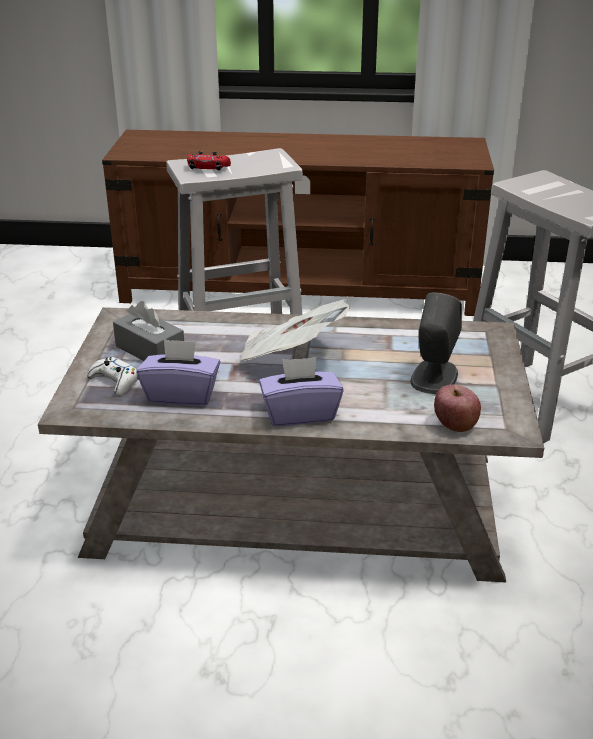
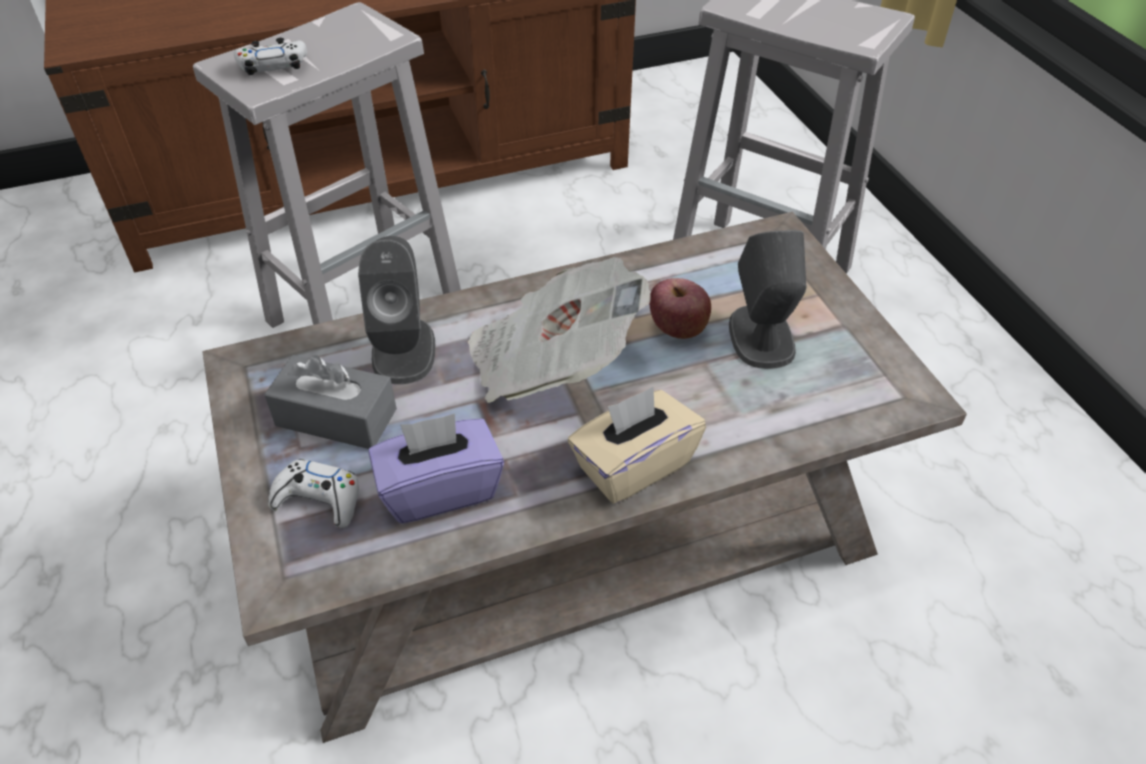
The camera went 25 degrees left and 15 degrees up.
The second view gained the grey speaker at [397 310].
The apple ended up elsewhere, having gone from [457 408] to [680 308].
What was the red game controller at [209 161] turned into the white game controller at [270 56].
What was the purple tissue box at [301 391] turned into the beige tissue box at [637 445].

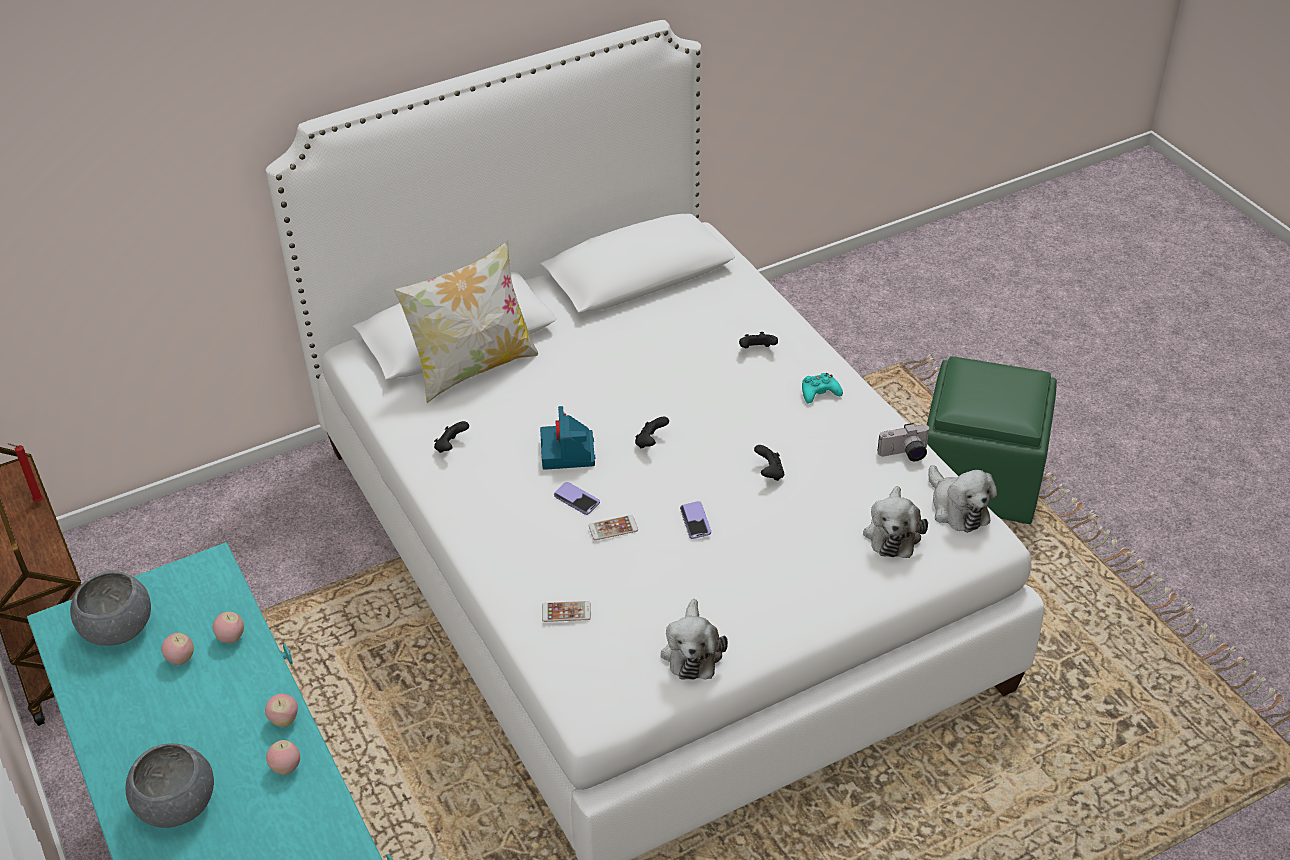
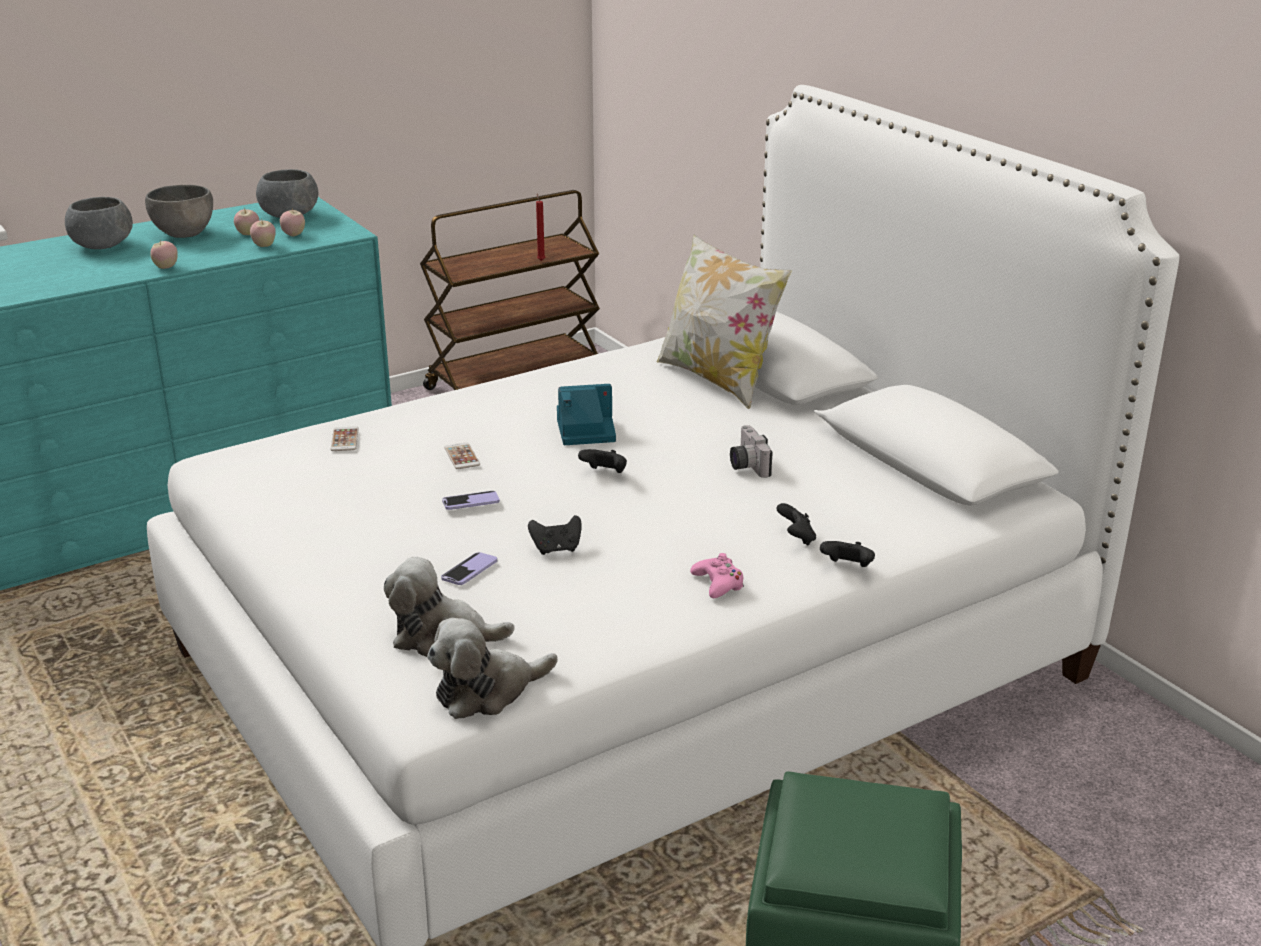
The camera went 85 degrees right and 15 degrees down.
The second view lost the plush toy at [694 639].
The second view gained the grey bowl at [179 211].
The apple ended up elsewhere, having gone from [283 757] to [292 222].
The black game controller ended up elsewhere, having gone from [451 437] to [847 554].
The phone ended up elsewhere, having gone from [577 498] to [469 568].
The photo camera ended up elsewhere, having gone from [904 442] to [751 451].
What was the turquoise game controller at [822 388] turned into the pink game controller at [717 575].

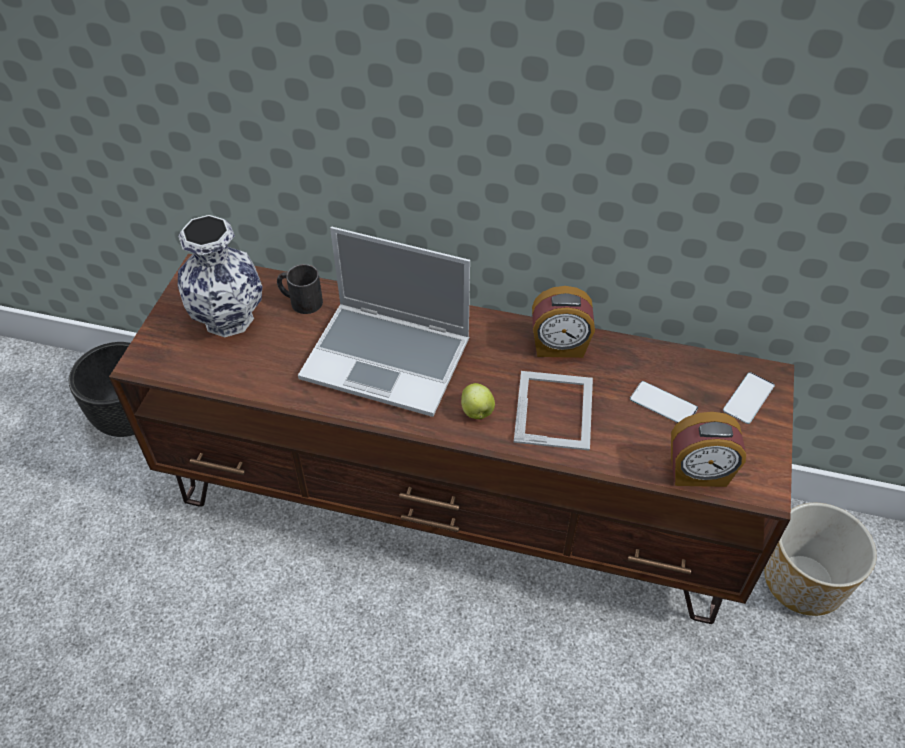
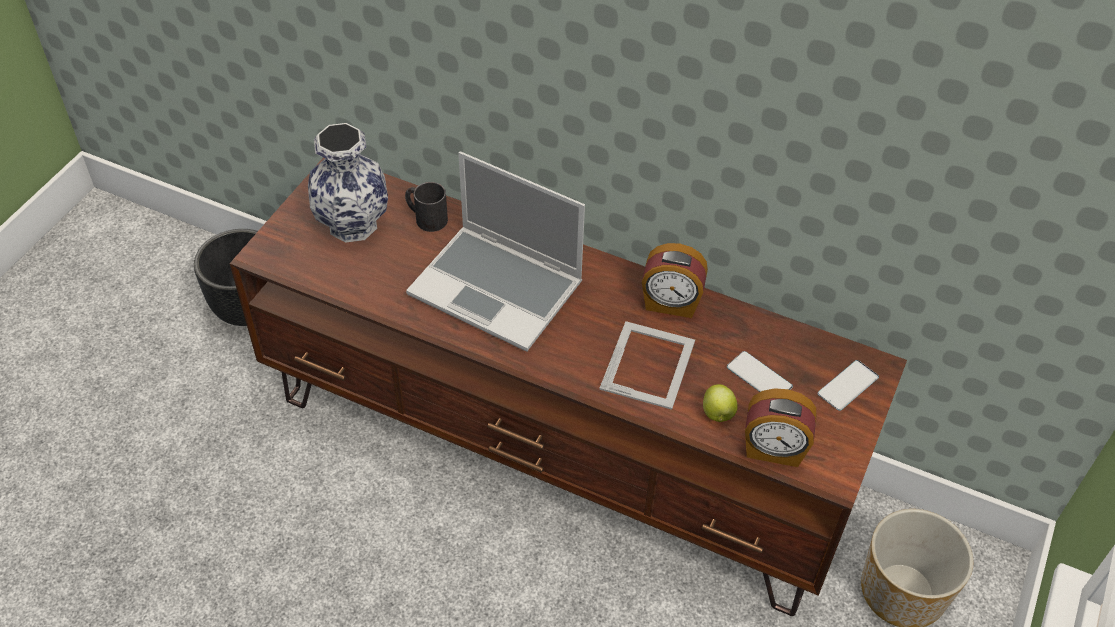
The camera went 10 degrees right and 0 degrees up.
The apple ended up elsewhere, having gone from [478 401] to [720 403].

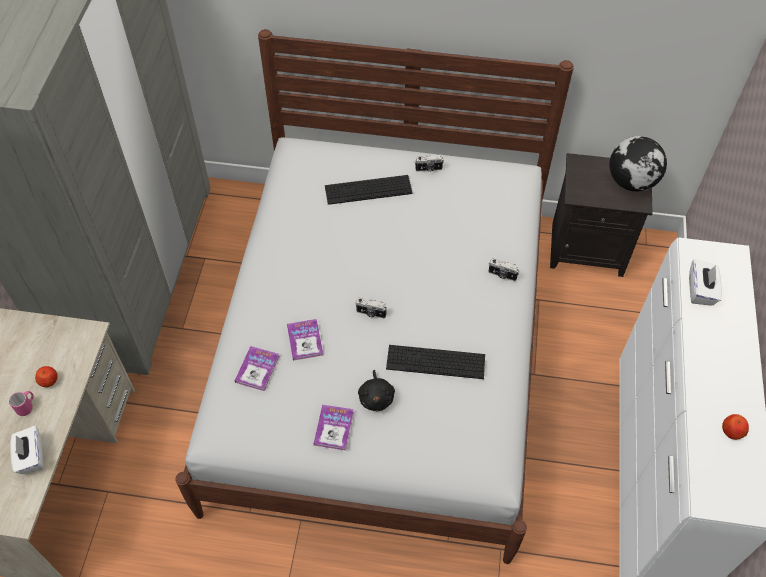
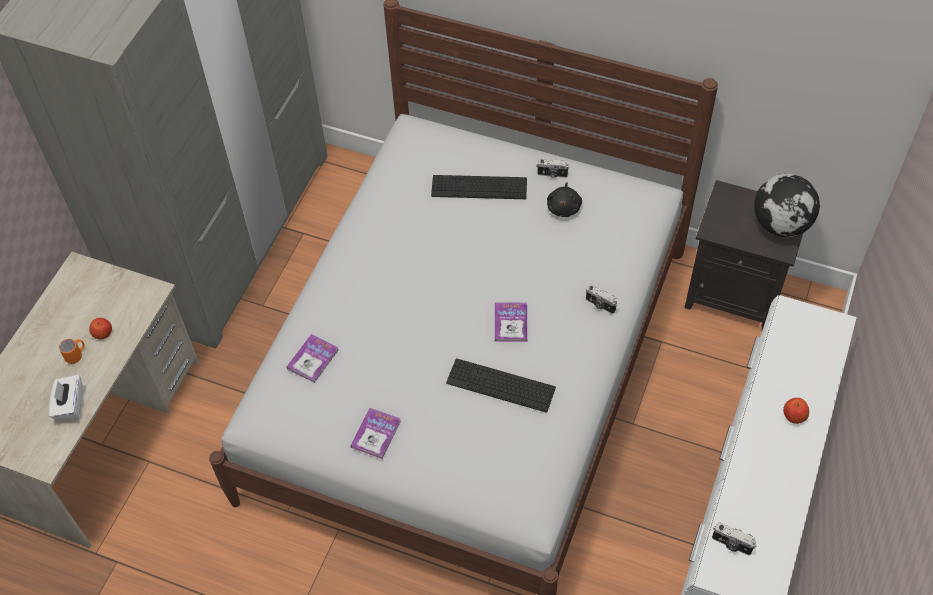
The camera went 15 degrees right and 0 degrees up.
The second view lost the white tissue box at [705 282].
The book ended up elsewhere, having gone from [305 340] to [511 322].
The photo camera ended up elsewhere, having gone from [371 308] to [734 538].
The black plush toy ended up elsewhere, having gone from [376 390] to [564 199].
The apple ended up elsewhere, having gone from [735 427] to [796 411].
What was the pink mug at [21 403] turned into the orange mug at [72 351].

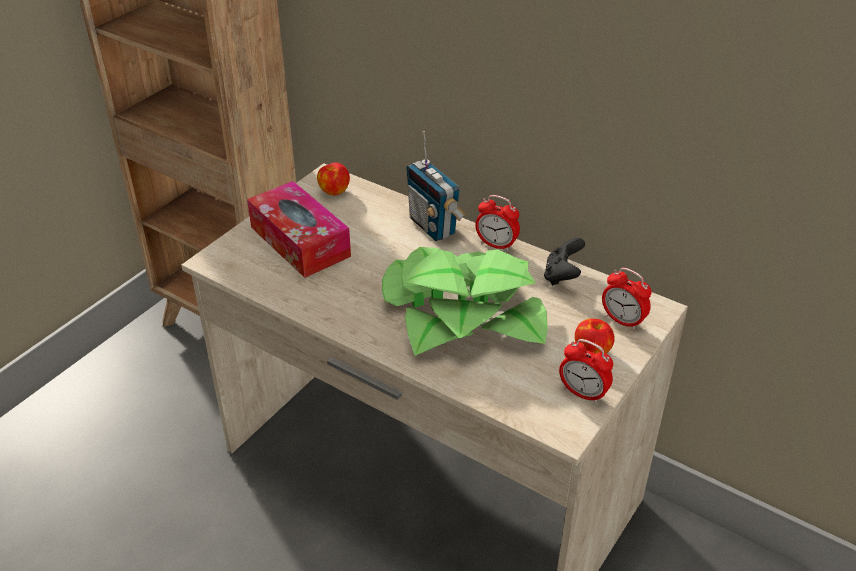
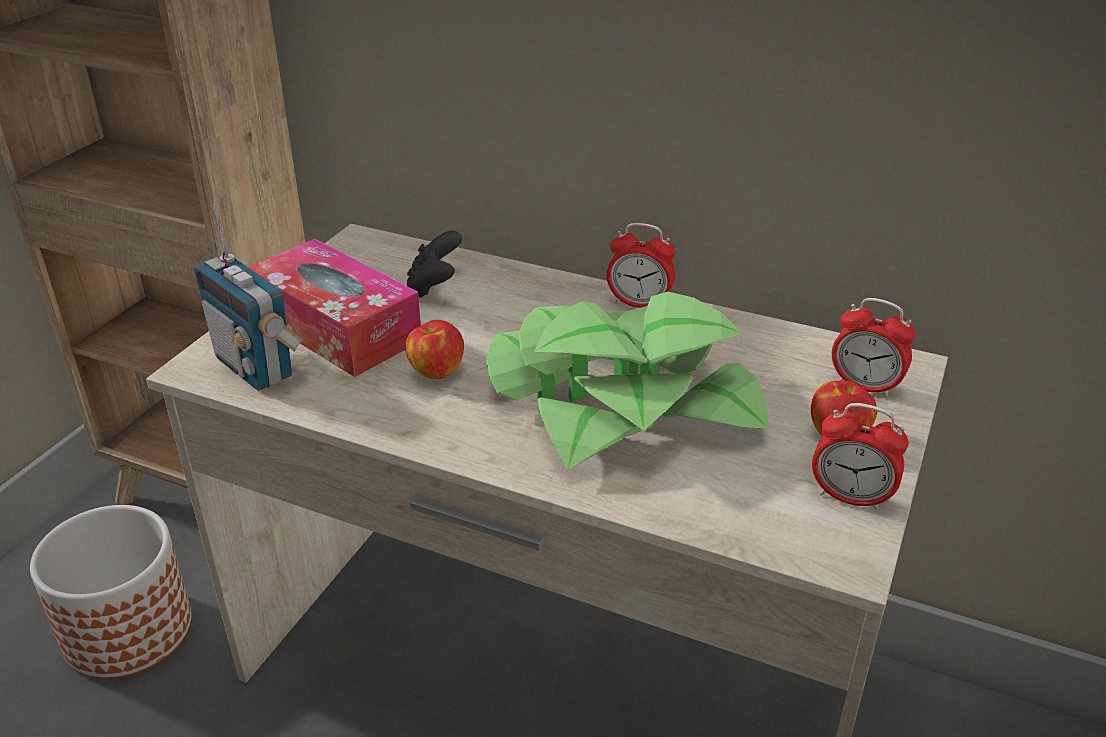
The camera went 10 degrees left and 5 degrees down.
The second view gained the planter at [111 592].
The apple ended up elsewhere, having gone from [333 179] to [434 349].
The radio ended up elsewhere, having gone from [436 186] to [249 297].
The black game controller ended up elsewhere, having gone from [564 262] to [434 264].

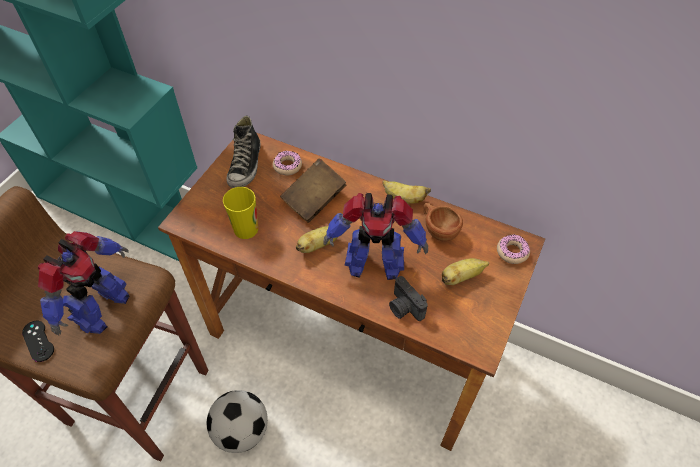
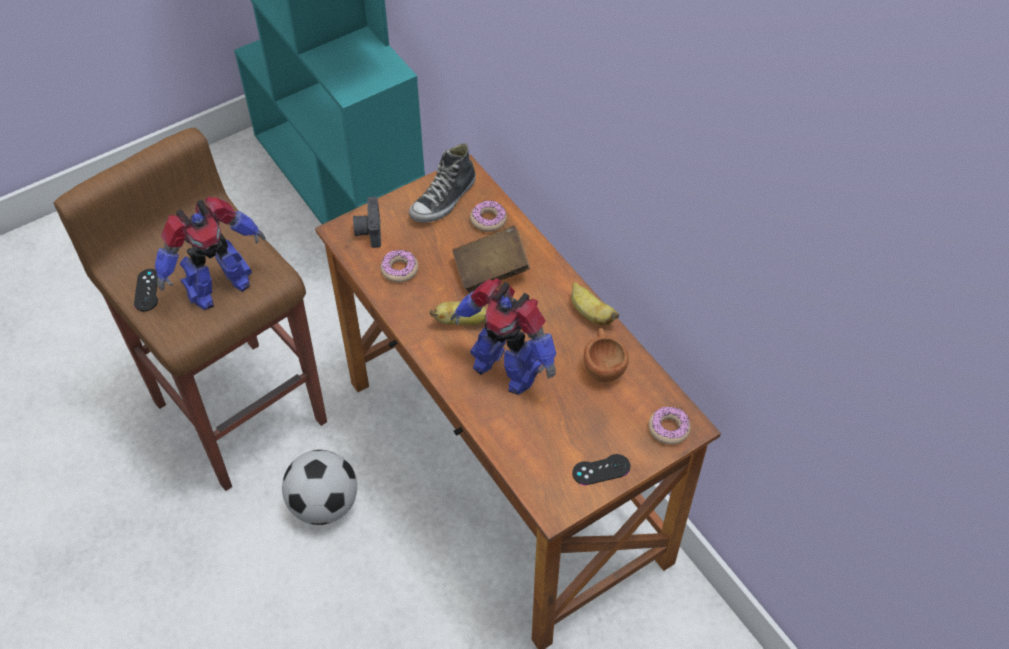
The camera went 30 degrees right and 0 degrees up.
The second view lost the banana at [465 271].
The second view gained the black game controller at [601 469].
The photo camera ended up elsewhere, having gone from [408 298] to [367 222].
Where the cup stood at [240 213], the donut came to stand at [399 266].

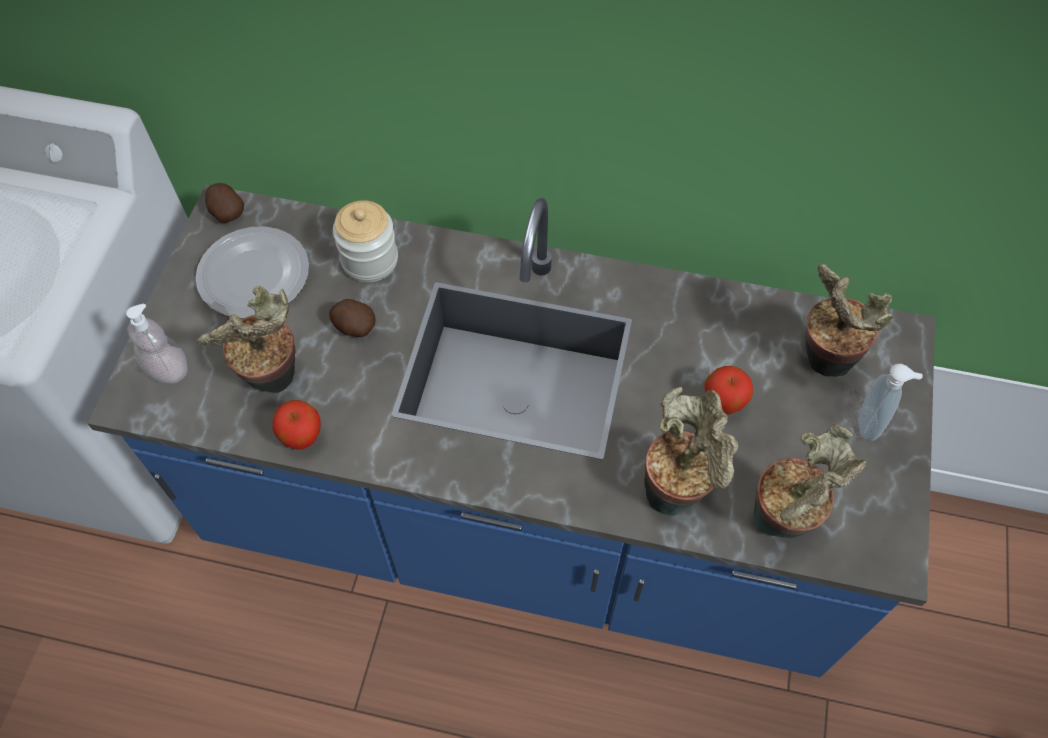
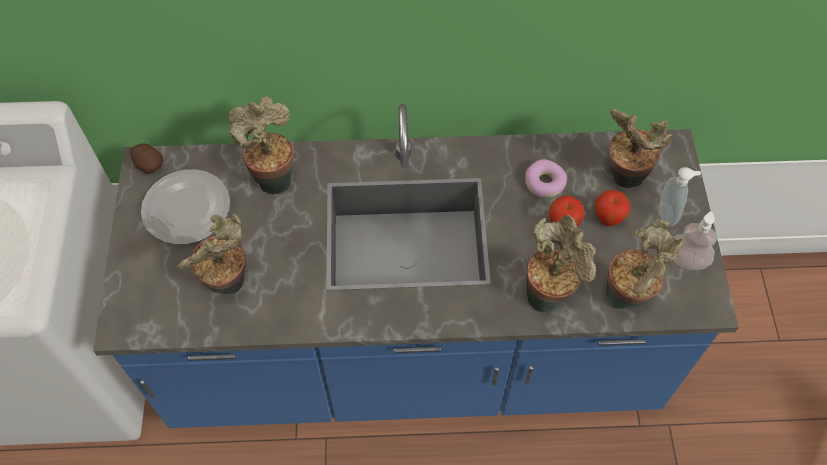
The camera went 15 degrees left and 0 degrees up.
The second view lost the potato at [352 318].
The second view gained the donut at [546 178].
The soap dispenser ended up elsewhere, having gone from [157 344] to [695 240].
The apple ended up elsewhere, having gone from [296 425] to [612 208].
Where the jar stood at [365 241], the potted plant came to stand at [260 145].

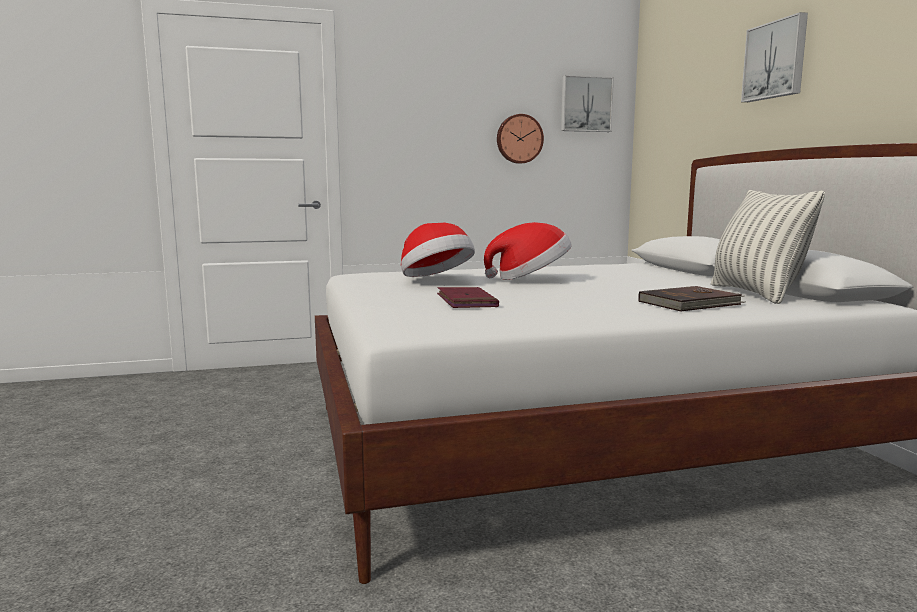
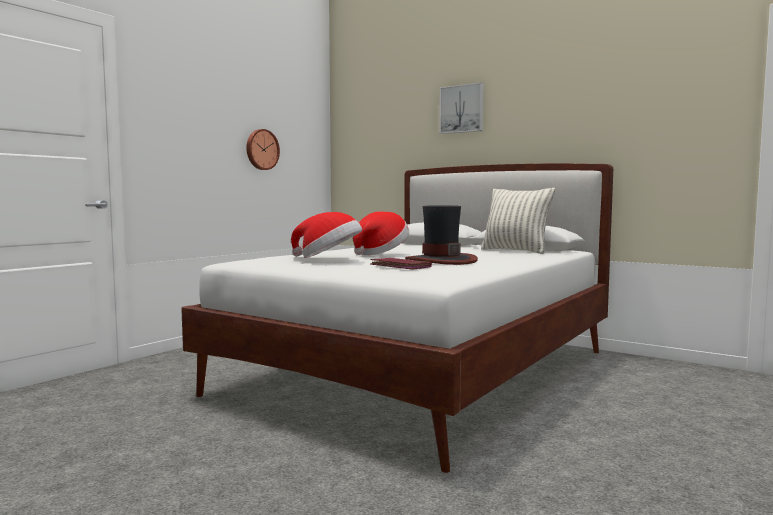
The camera went 40 degrees left and 5 degrees down.
The second view lost the picture at [587 103].
The second view lost the brown book at [691 298].
The second view gained the hat at [441 235].

